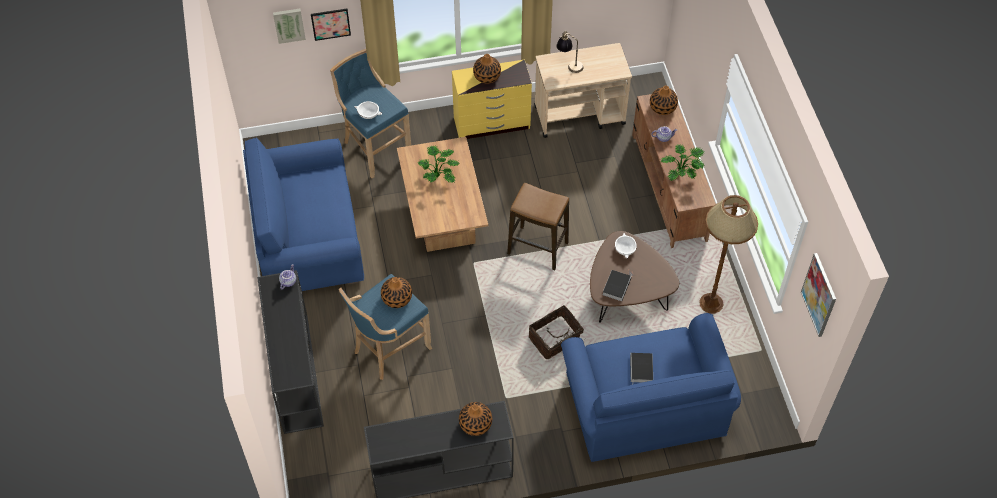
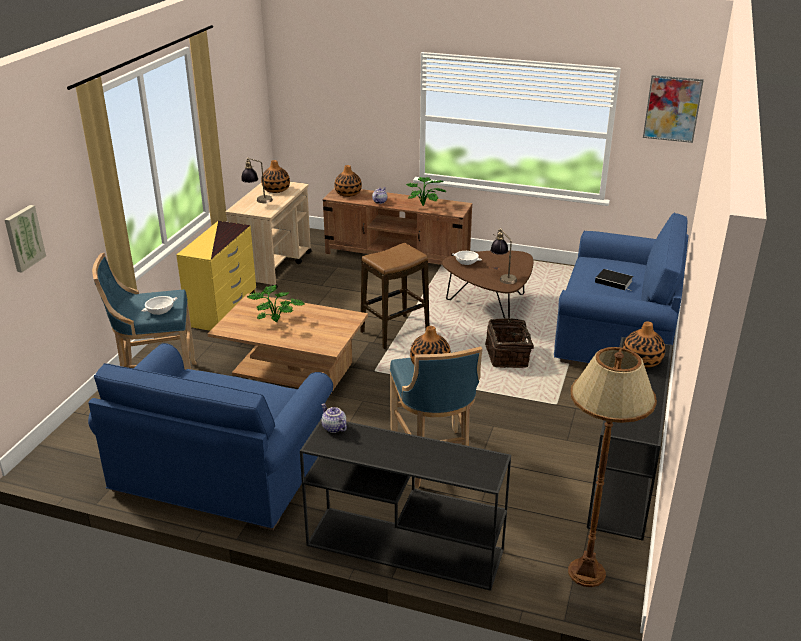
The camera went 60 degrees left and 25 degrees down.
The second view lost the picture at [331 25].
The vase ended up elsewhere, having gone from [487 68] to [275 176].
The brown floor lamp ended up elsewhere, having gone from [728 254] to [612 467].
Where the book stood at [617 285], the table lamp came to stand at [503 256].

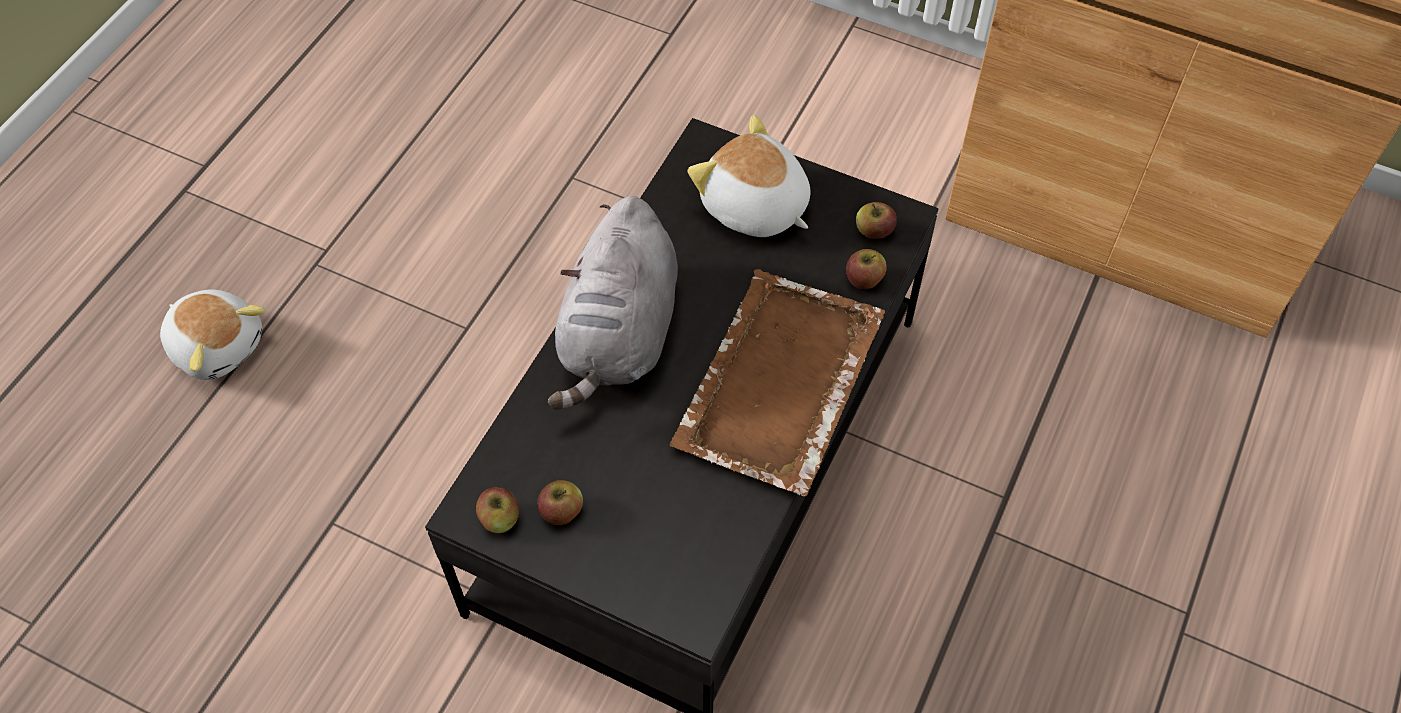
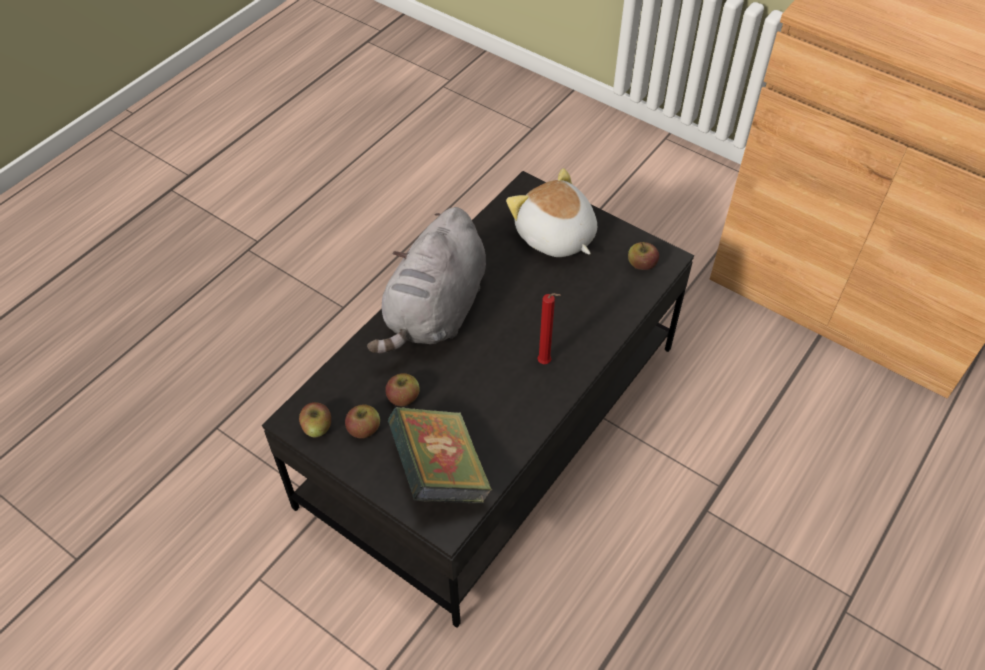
The camera went 10 degrees right and 5 degrees down.
The second view lost the plush toy at [212 334].
The second view gained the book at [440 455].
The apple ended up elsewhere, having gone from [866 269] to [402 389].
Where the brown tray stood at [777 382], the red candle came to stand at [549 328].

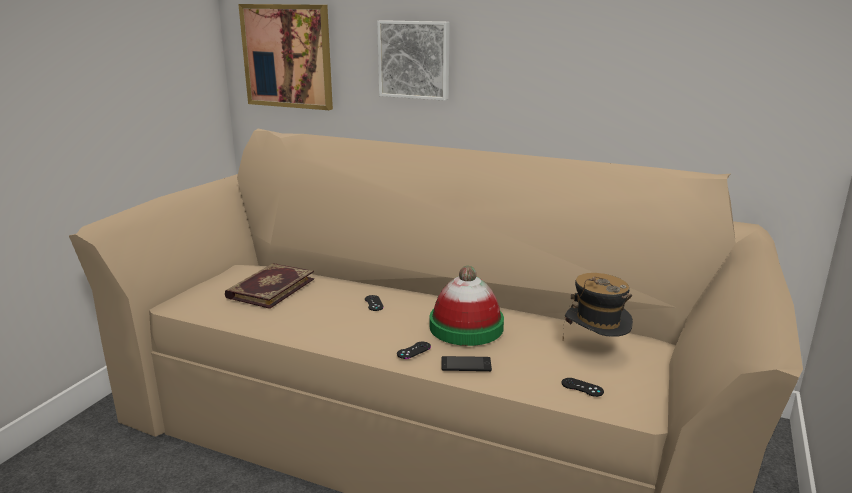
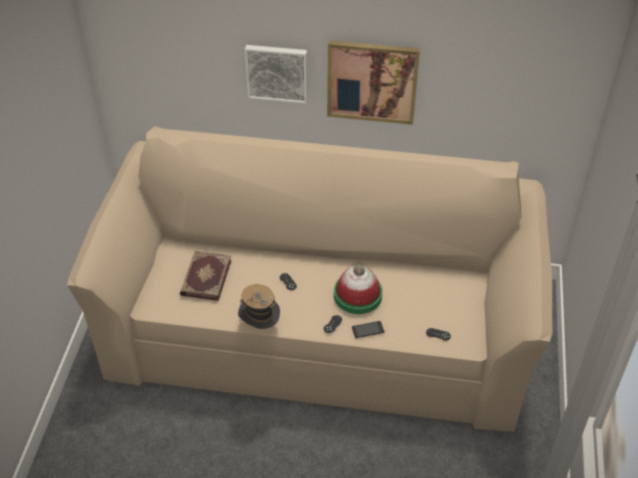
The camera went 15 degrees left and 25 degrees up.
The picture ended up elsewhere, having gone from [285 57] to [373 83].
The hat ended up elsewhere, having gone from [598 306] to [259 306].

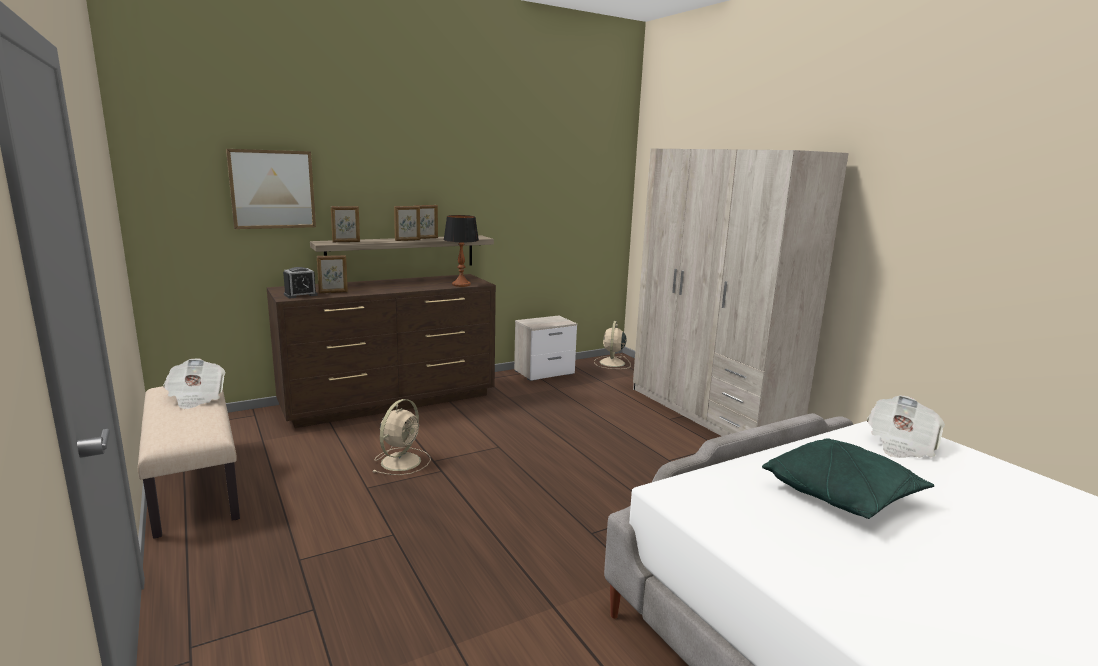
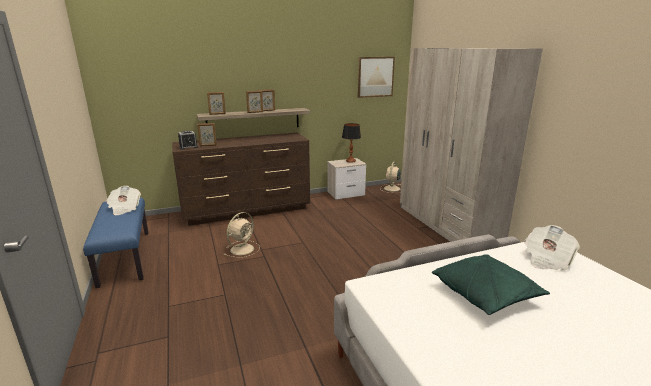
The camera went 10 degrees right and 5 degrees up.
The picture ended up elsewhere, having gone from [271 189] to [376 77].
The table lamp ended up elsewhere, having gone from [461 251] to [351 143].
What was the beige bench at [189 462] turned into the blue bench at [116 243].

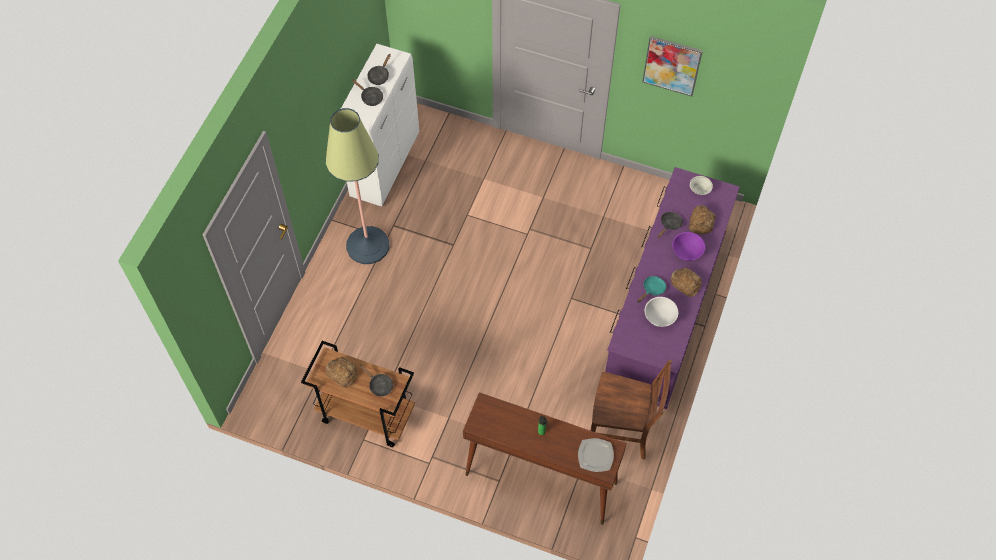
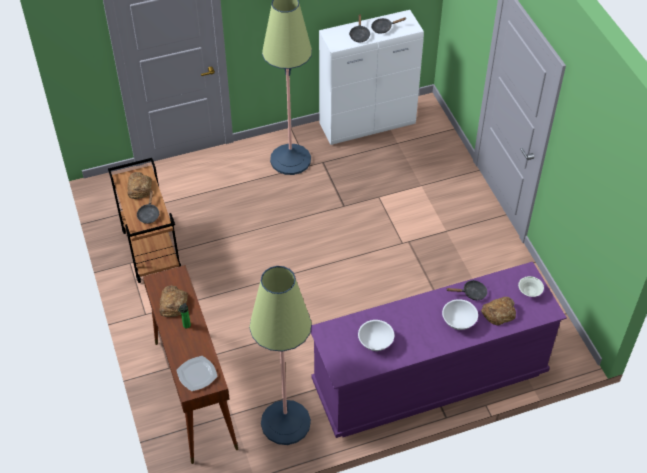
The camera went 50 degrees right and 10 degrees down.
The second view lost the turquoise frying pan at [651 289].
The second view lost the picture at [672 66].
The bread ended up elsewhere, having gone from [686 282] to [173 301].
Where the brown chair stood at [631 410], the floor lamp came to stand at [280 355].
What was the purple bowl at [688 246] turned into the white bowl at [460 314].

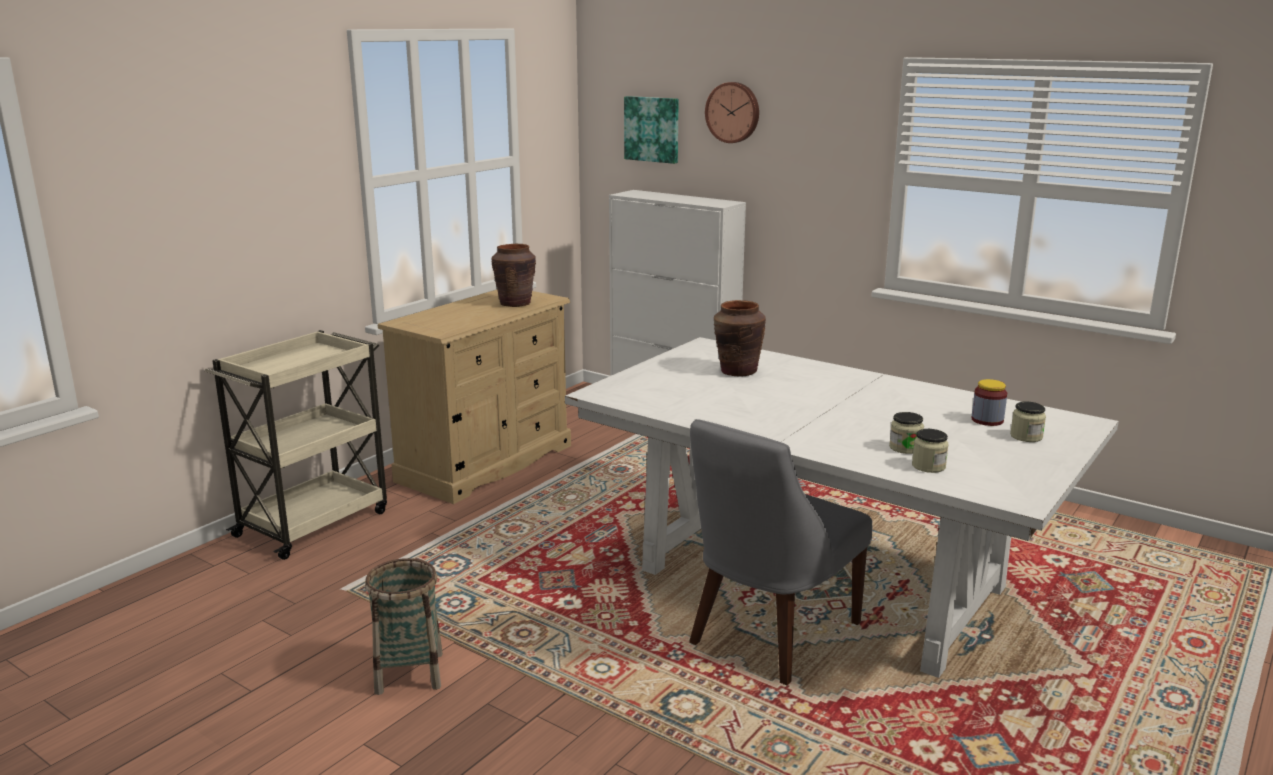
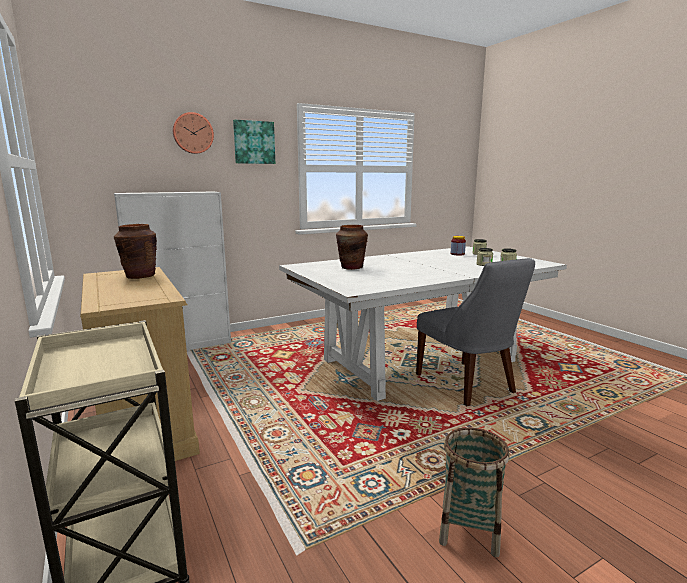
The camera went 65 degrees left and 5 degrees down.
The picture ended up elsewhere, having gone from [651 130] to [254 142].

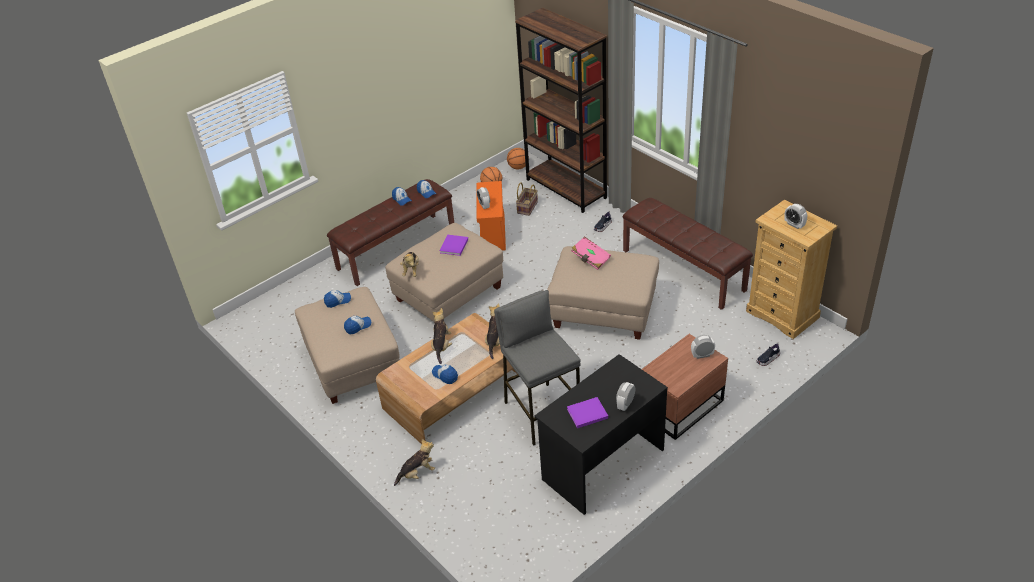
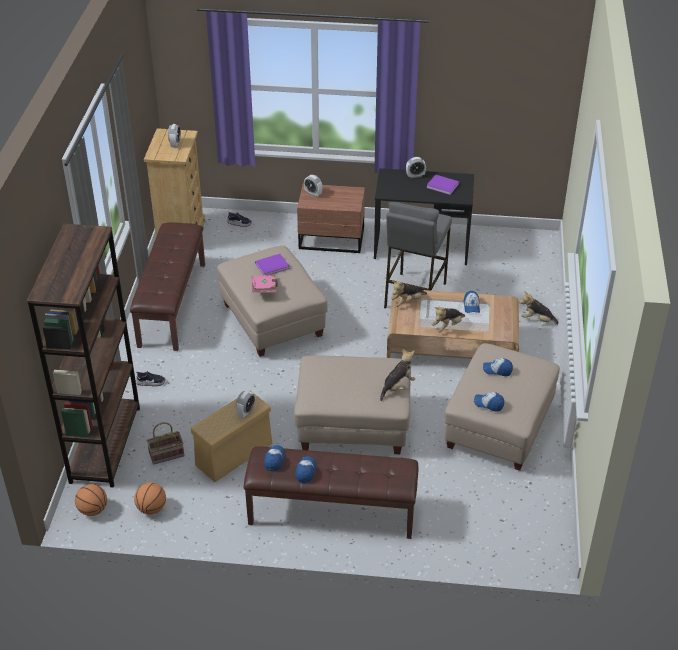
The camera went 135 degrees left and 0 degrees up.
The purple book ended up elsewhere, having gone from [453 245] to [272 264].
What was the orange storage box at [491 216] turned into the beige storage box at [231 436].

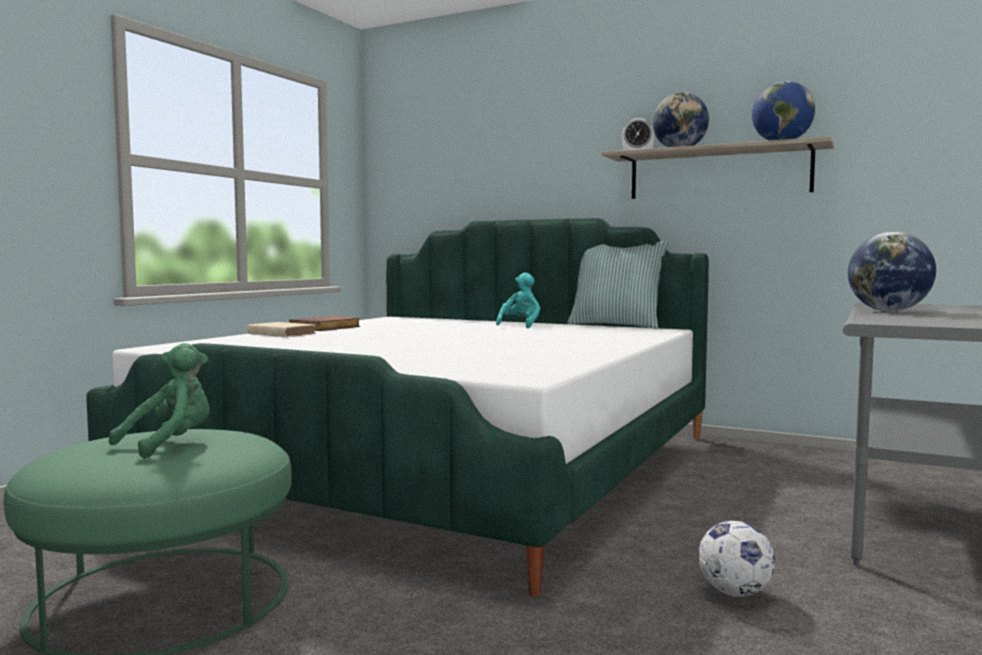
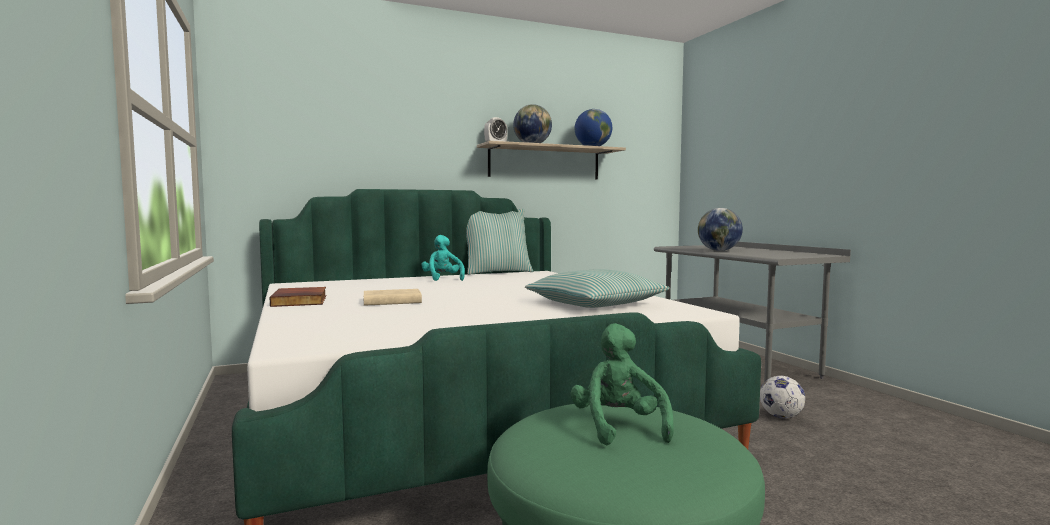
The camera went 50 degrees left and 0 degrees up.
The second view gained the pillow at [597 288].
The beige book ended up elsewhere, having gone from [281 329] to [393 297].

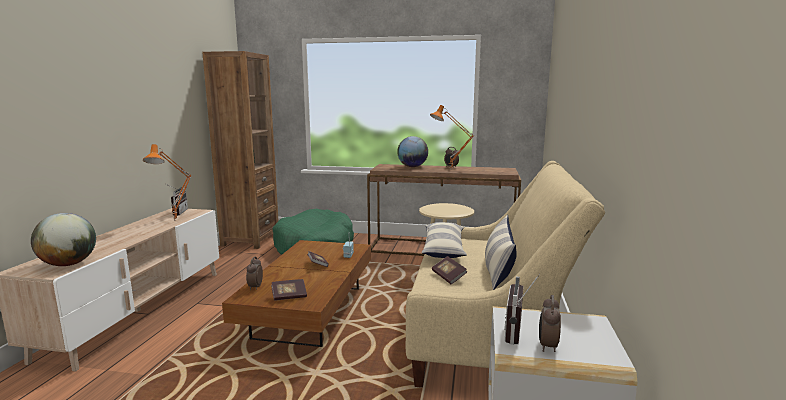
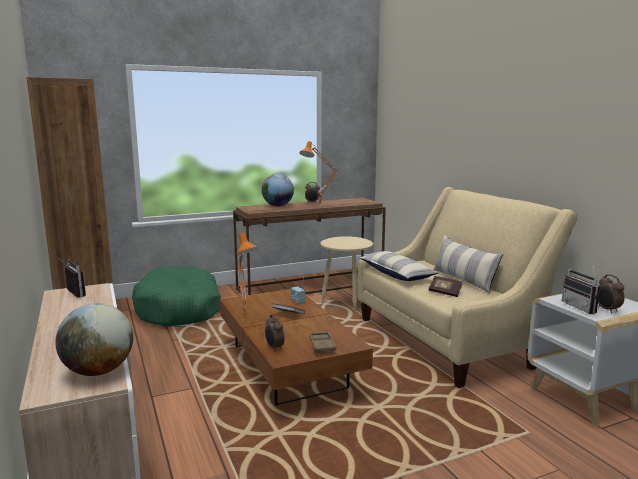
The camera went 35 degrees left and 0 degrees up.
The orange table lamp ended up elsewhere, having gone from [167 182] to [247 273].
Where the book stood at [289 290], the brown tray came to stand at [323 342].

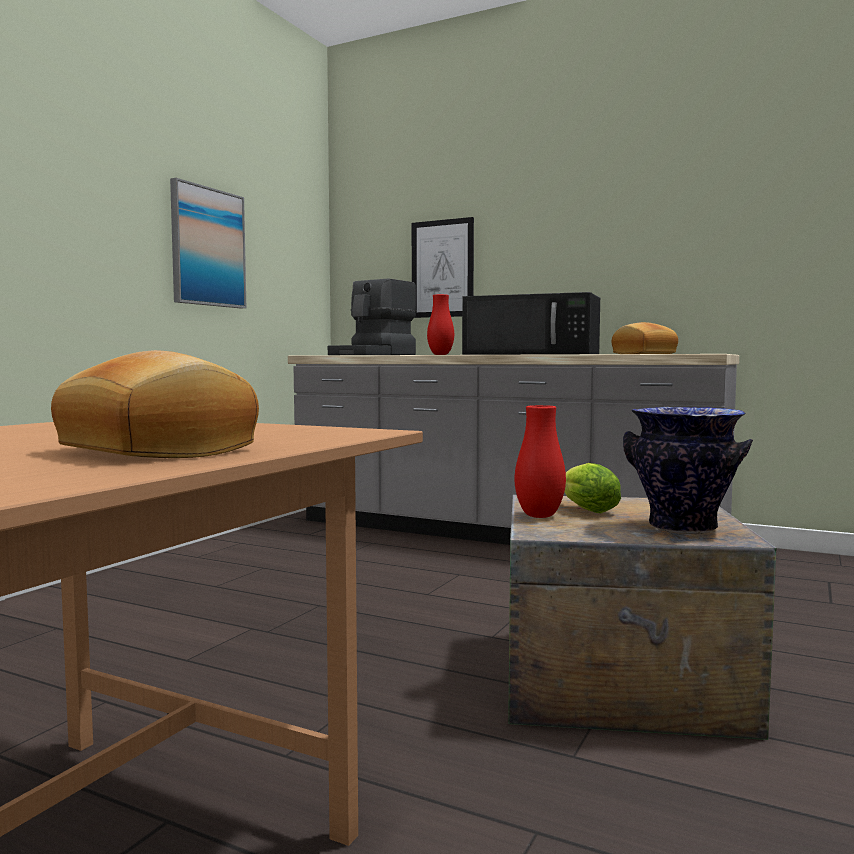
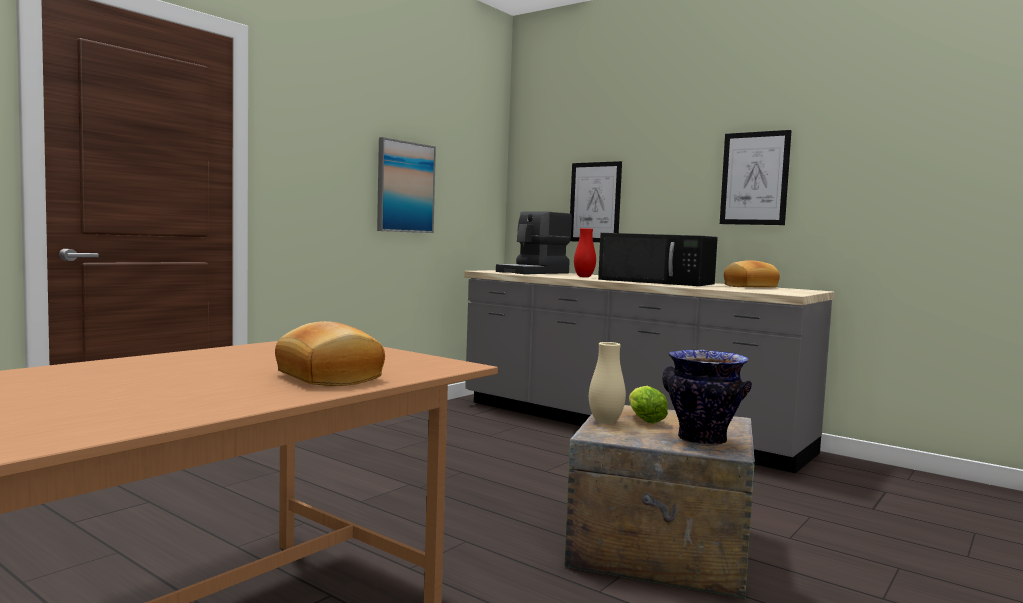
The camera went 10 degrees right and 0 degrees up.
The second view gained the picture at [755 177].
What was the red vase at [540 461] turned into the beige vase at [607 383].

